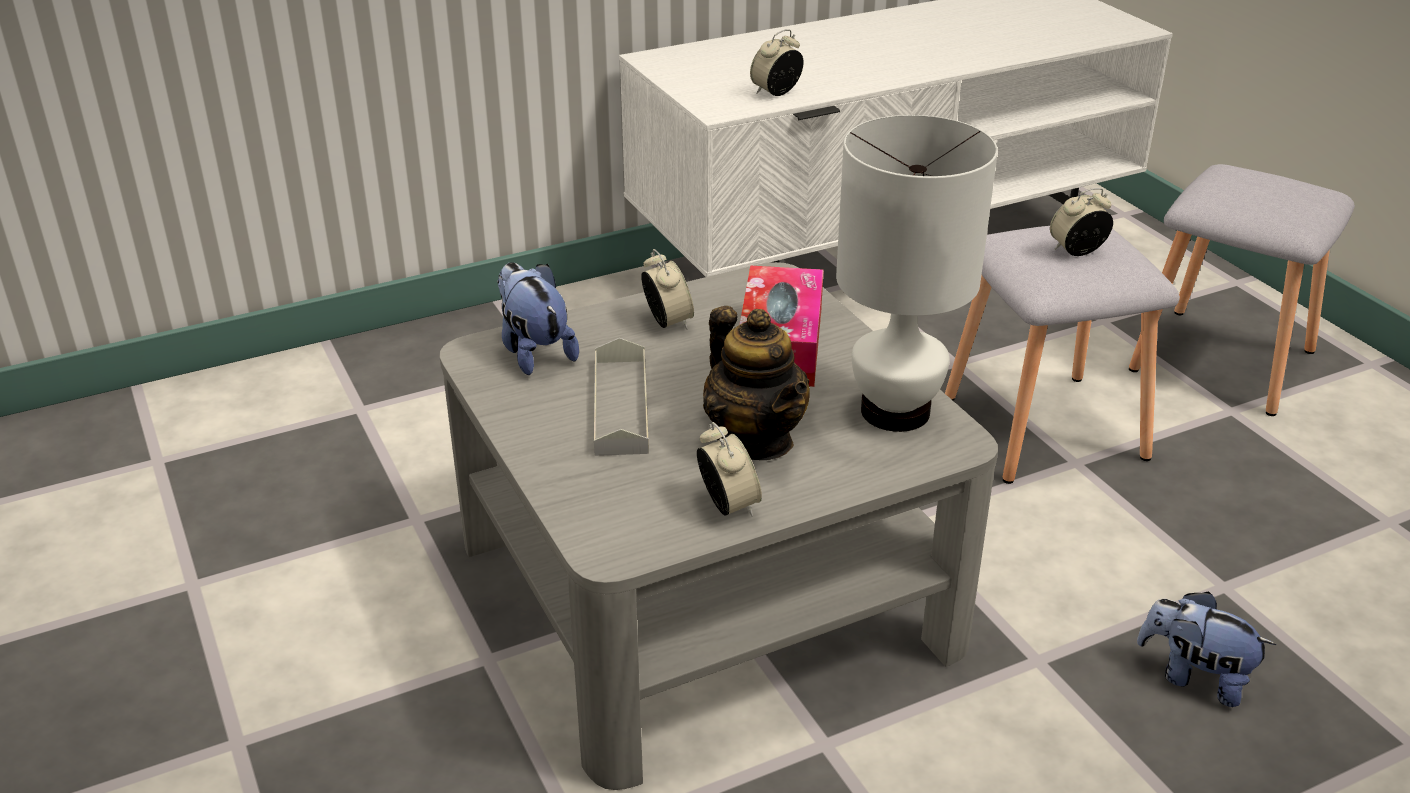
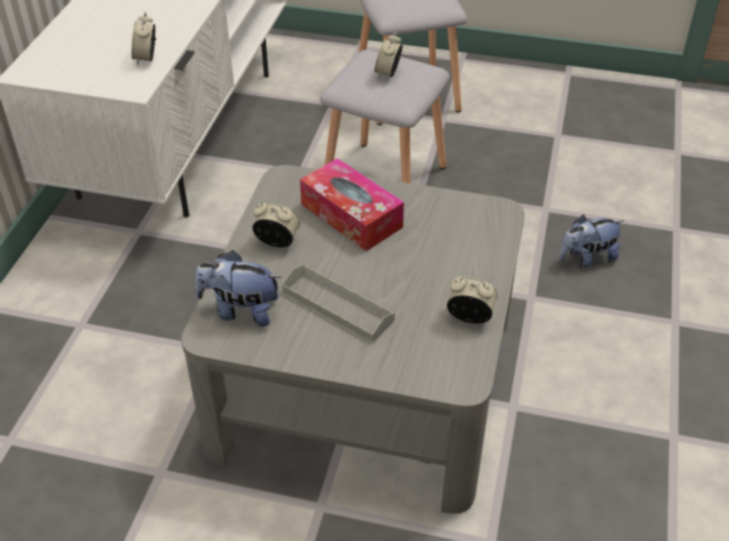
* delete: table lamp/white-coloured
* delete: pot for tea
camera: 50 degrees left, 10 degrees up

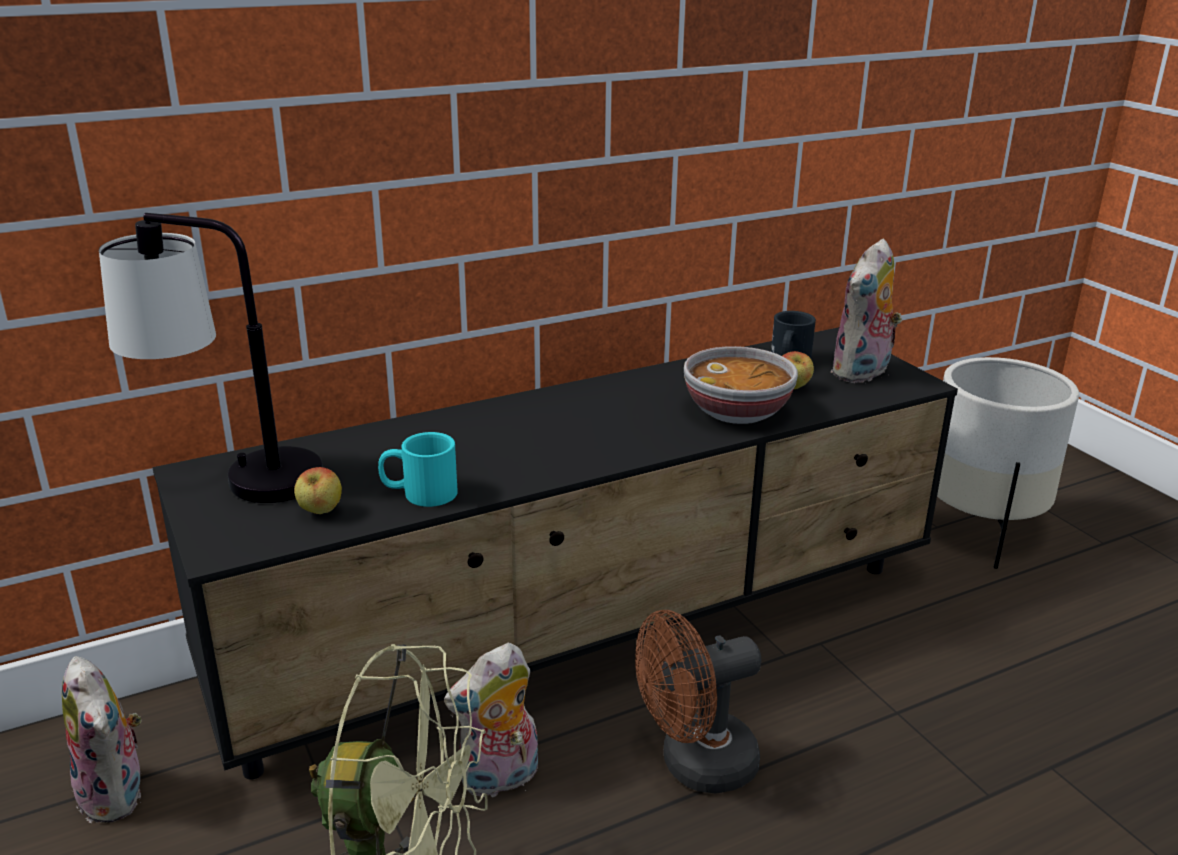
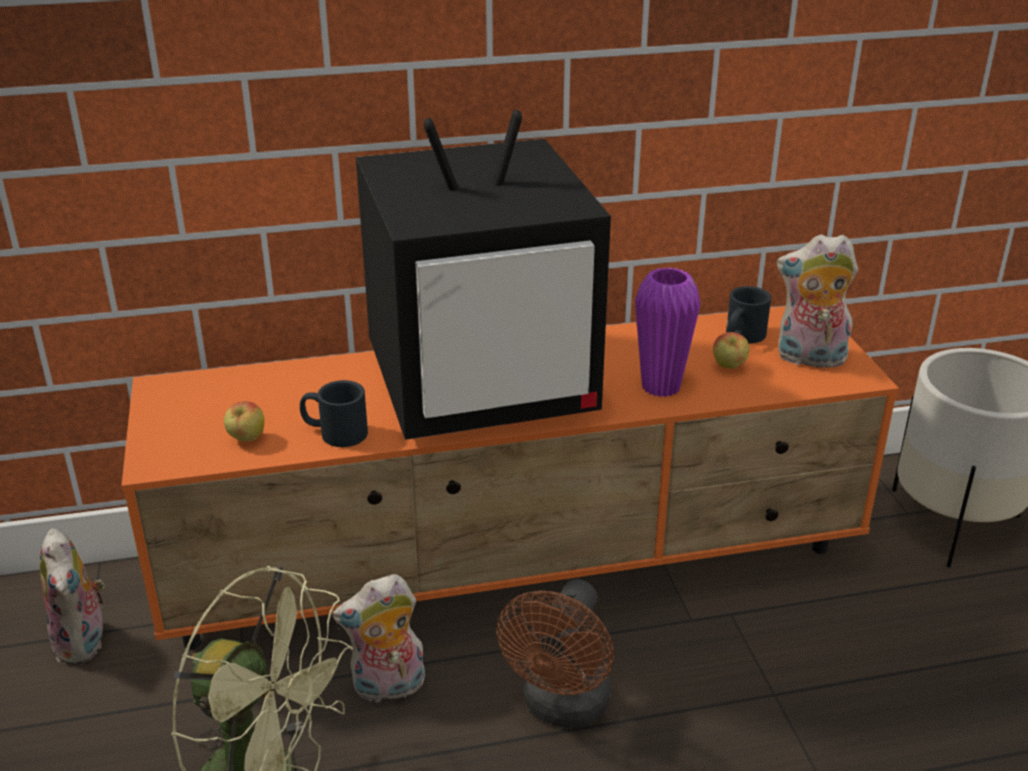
* delete: table lamp
* rotate: plush toy (3rd from left) 45 degrees clockwise
* recolor: media console/blackish to media console/orange-coloured
* replace: serving bowl to decorative vase/purple
* recolor: mug/turquoise to mug/blackish (1st from left)
* rotate: cooling fan/brown-coloured 60 degrees counterclockwise
* insert: TV set
camera: 15 degrees right, 5 degrees up

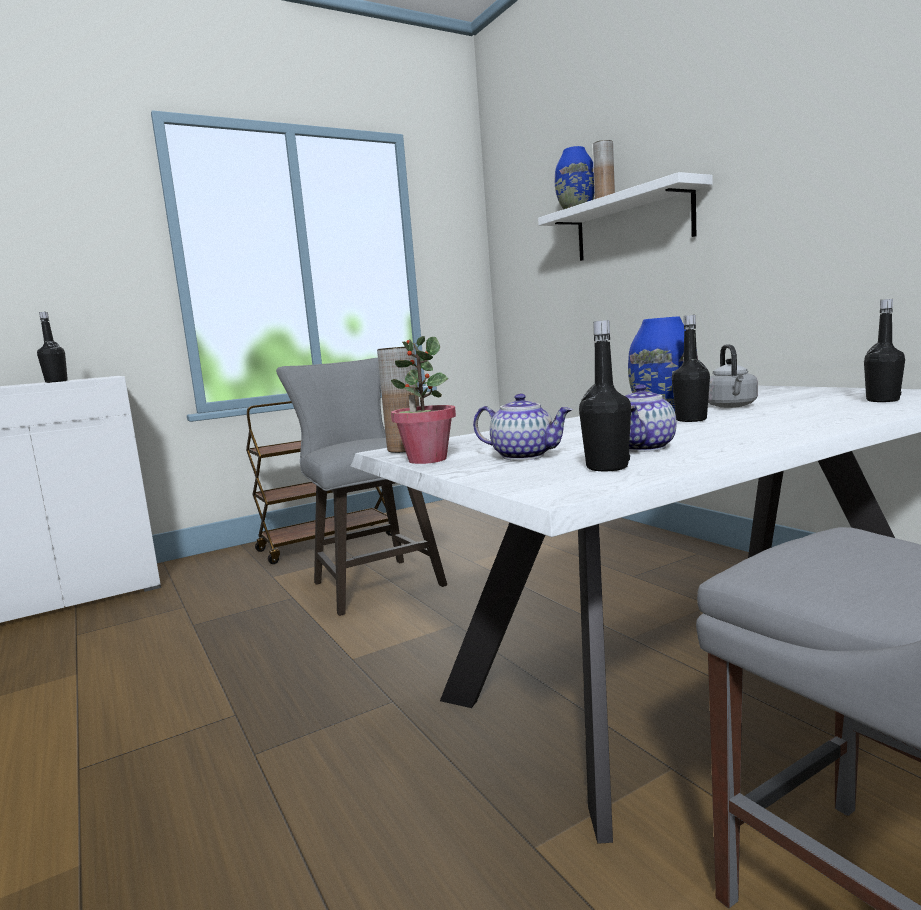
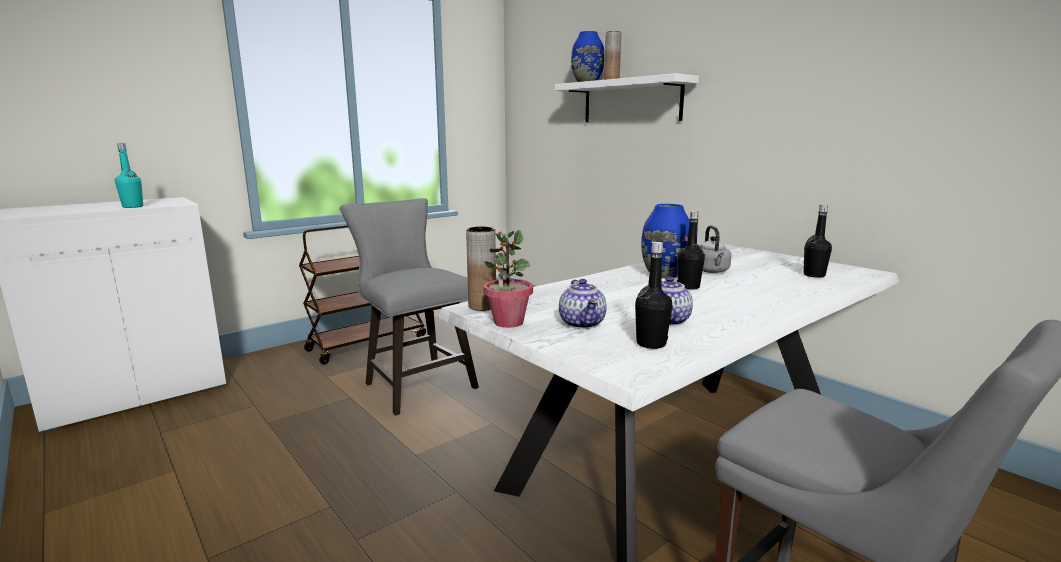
* recolor: drink bottle/blackish (1st from left) to drink bottle/turquoise
* rotate: pot for tea (1st from left) 60 degrees clockwise
camera: 10 degrees left, 5 degrees up

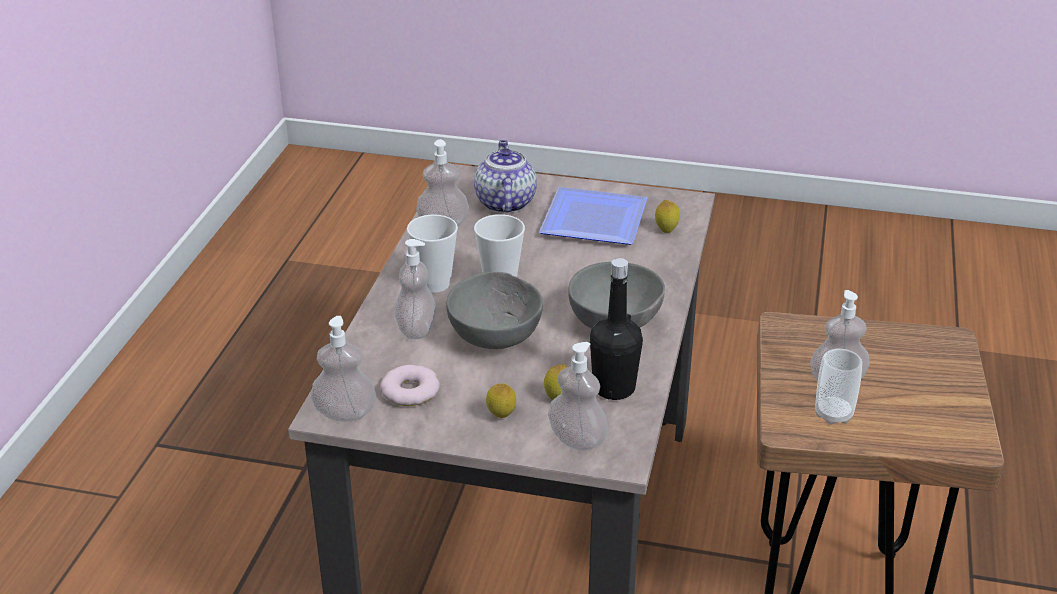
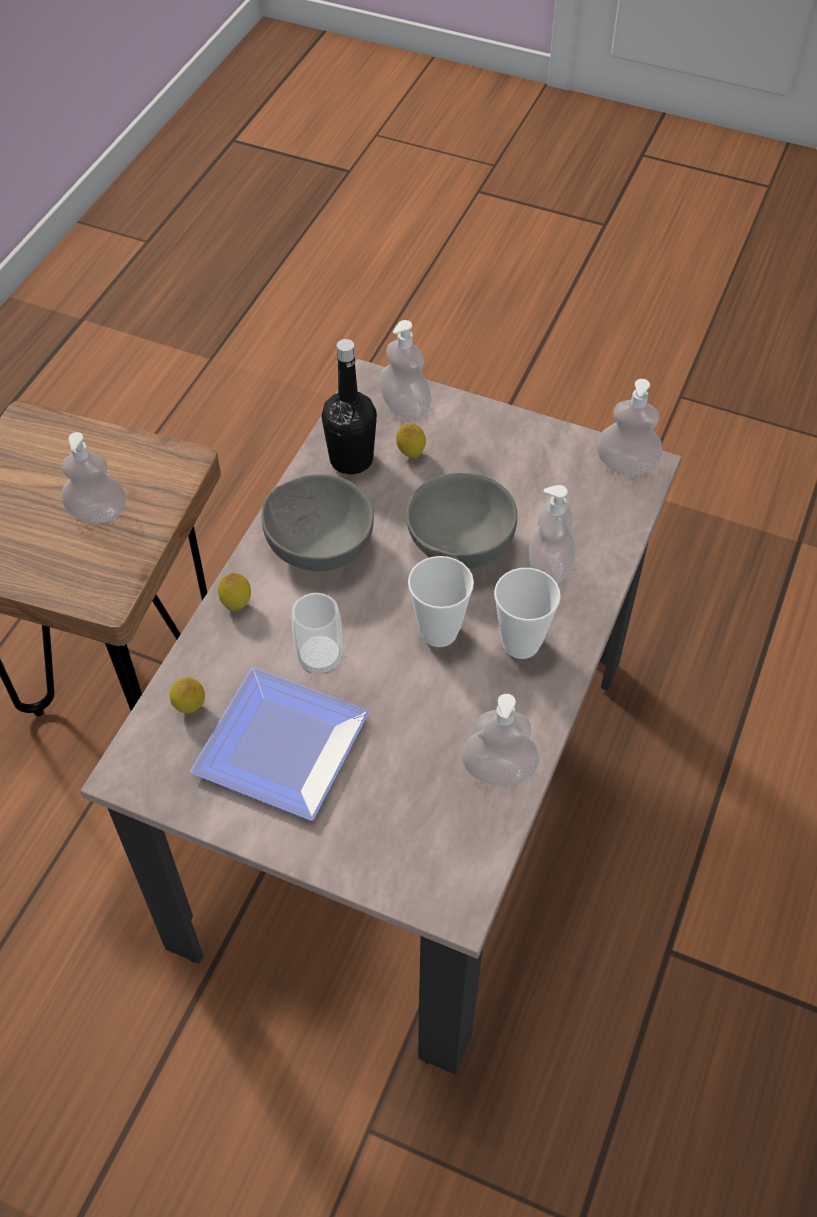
* delete: pot for tea
* move: small cup (3rd from left in the first image) to small cup (1st from left)
* delete: ring doughnut
* move: whole lemon (1st from left in the first image) to whole lemon (2nd from left)
camera: 170 degrees left, 20 degrees up

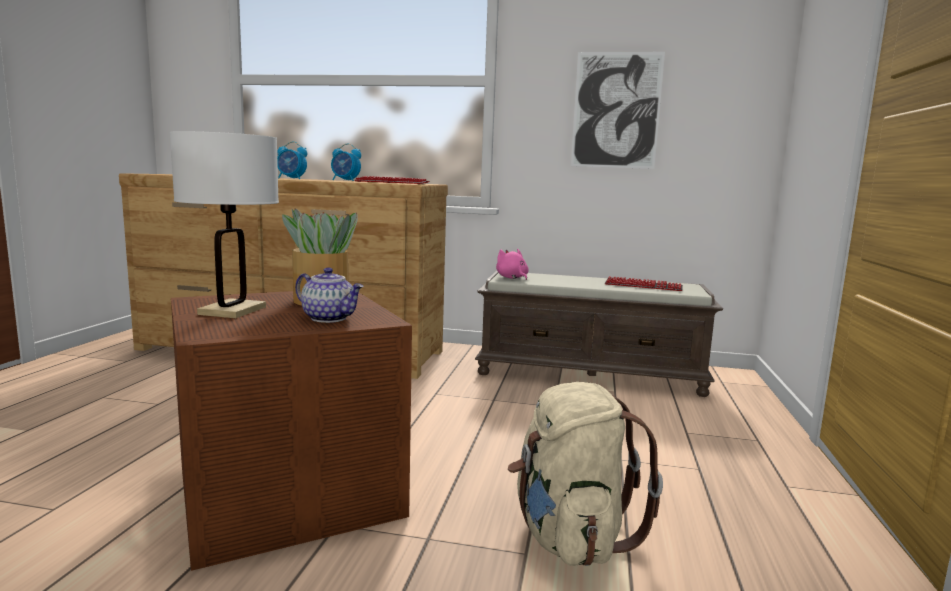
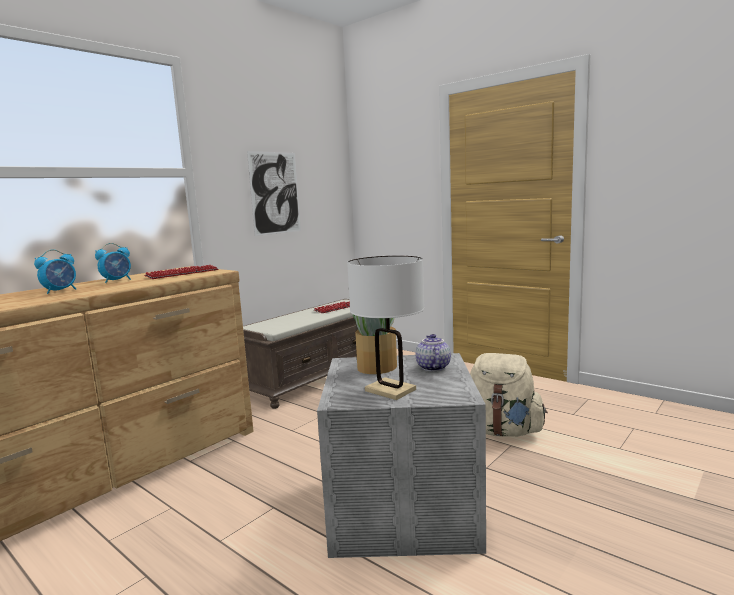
* delete: plush toy/pinkish
* rotate: pot for tea 60 degrees counterclockwise
* recolor: storage bin/brown-coloured to storage bin/greyish
camera: 60 degrees left, 0 degrees up

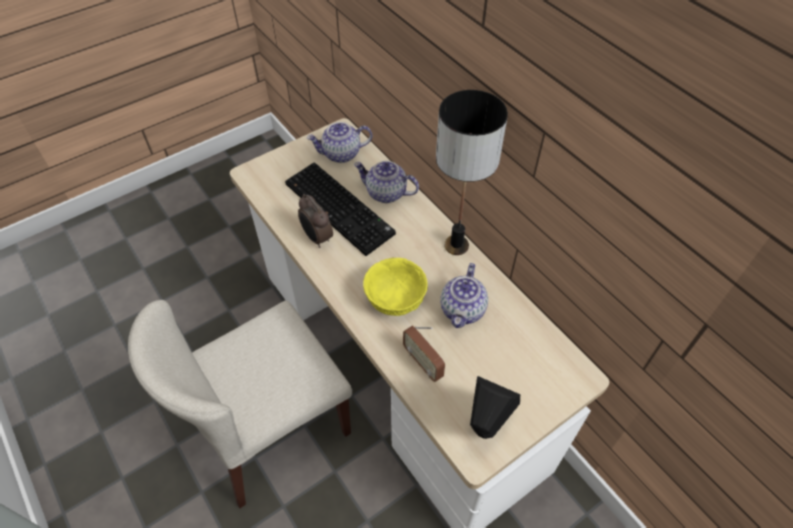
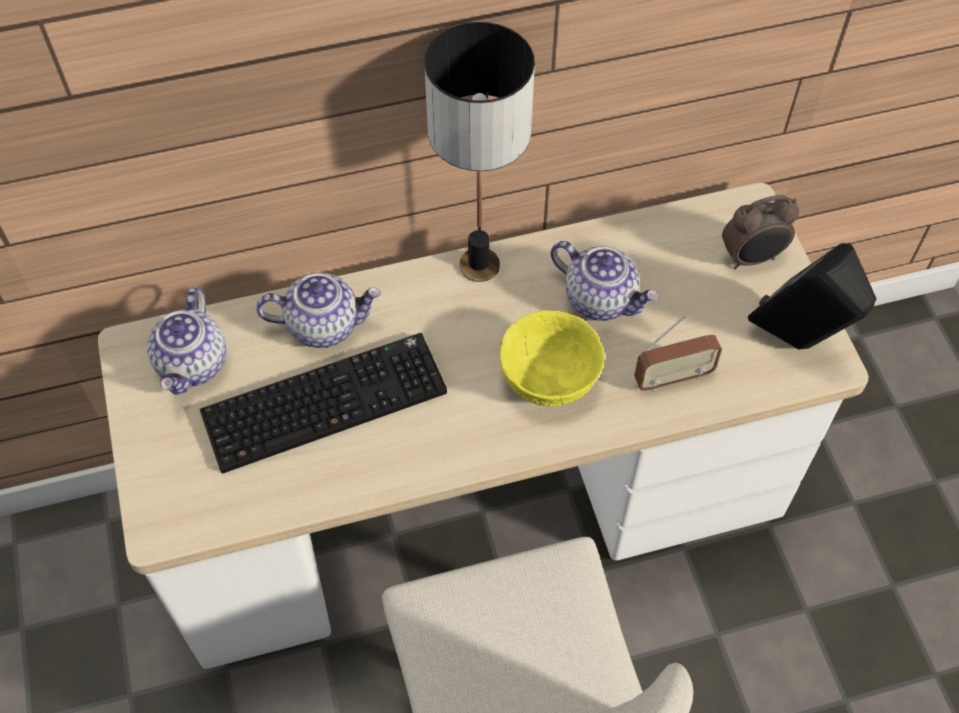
* rotate: pot for tea (2nd from left) 135 degrees counterclockwise
* move: alarm clock
camera: 70 degrees left, 5 degrees up

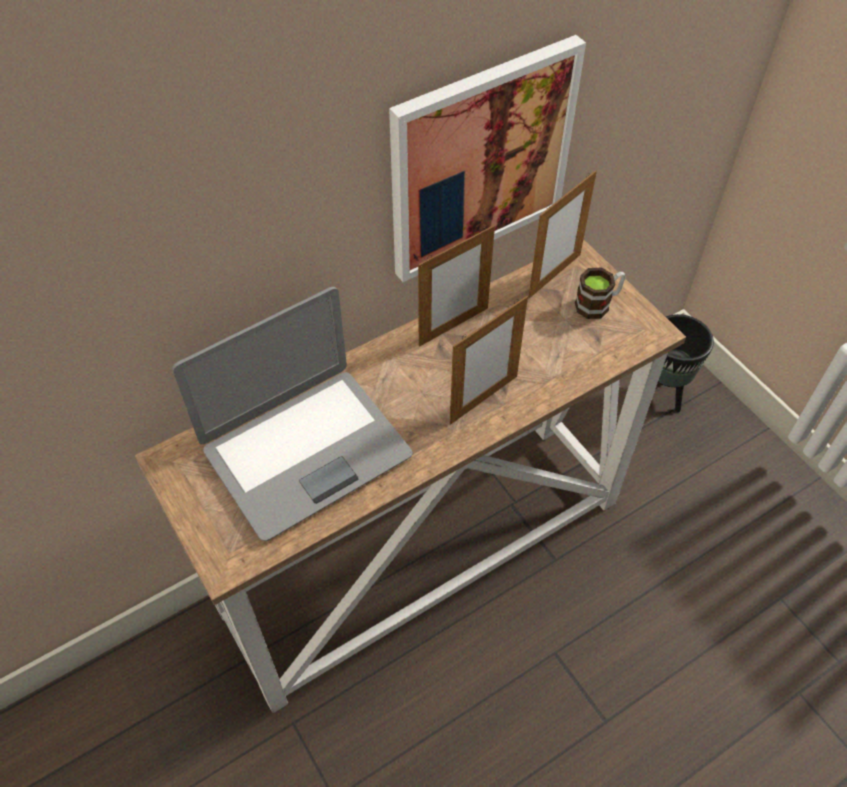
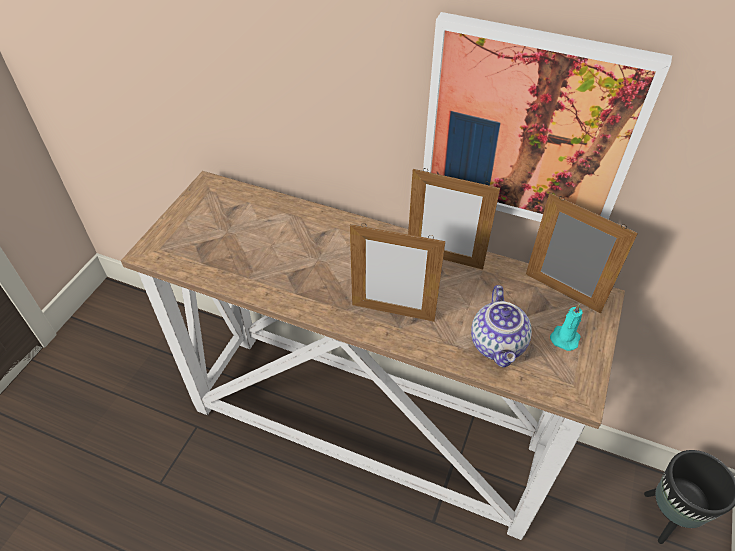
* rotate: picture frame (3rd from left) 150 degrees counterclockwise
* replace: mug to wax candle/turquoise
* delete: notebook computer
* insert: pot for tea
camera: 55 degrees right, 5 degrees down

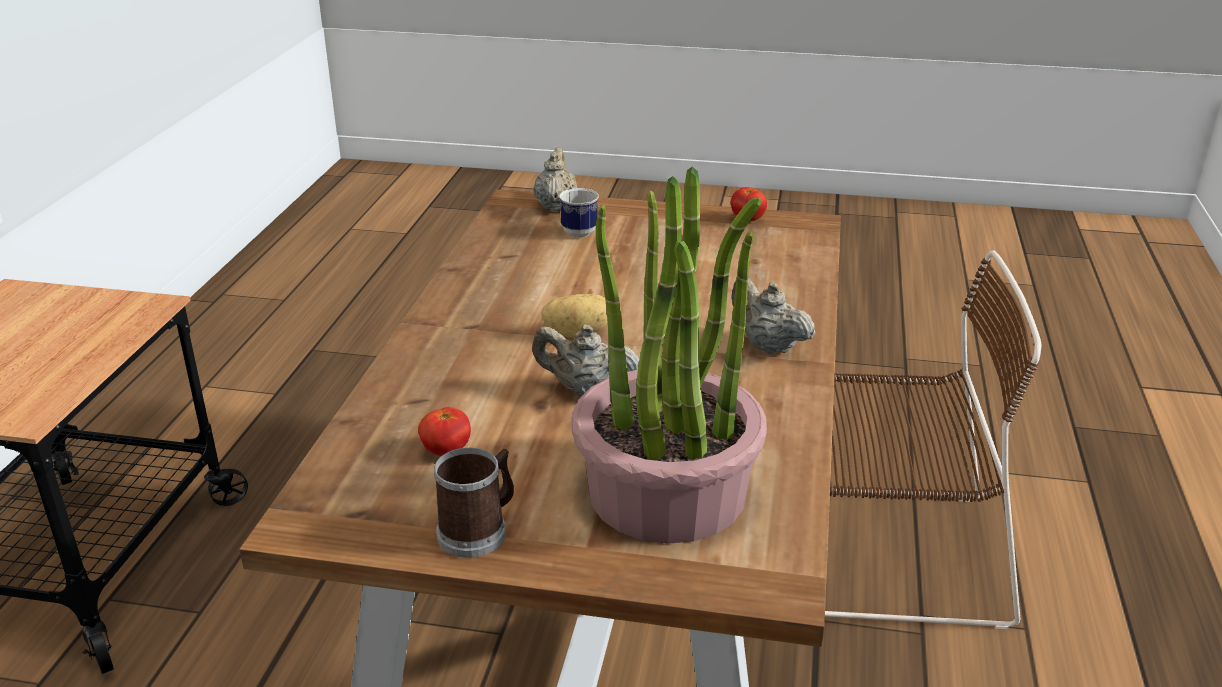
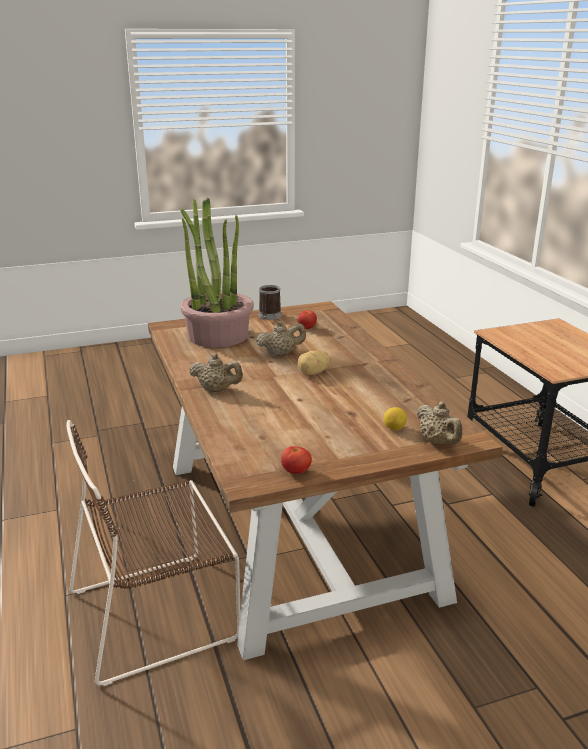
* replace: mug (2nd from left) to whole lemon
camera: 150 degrees right, 5 degrees down

